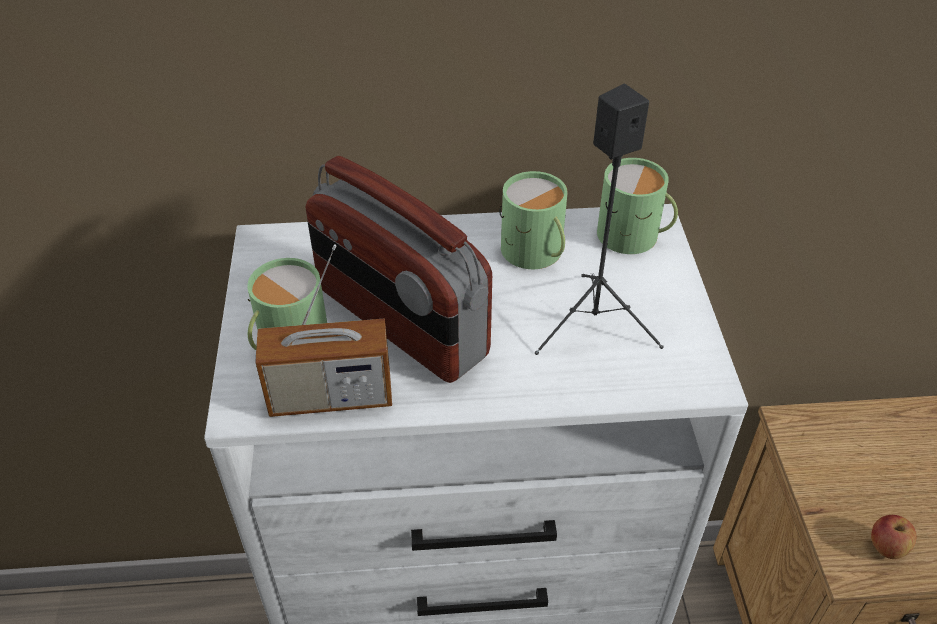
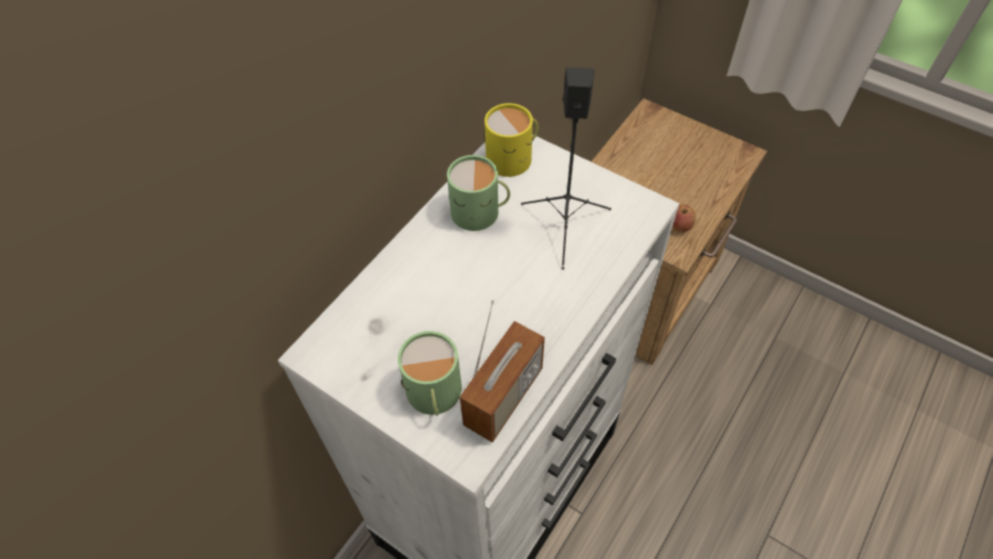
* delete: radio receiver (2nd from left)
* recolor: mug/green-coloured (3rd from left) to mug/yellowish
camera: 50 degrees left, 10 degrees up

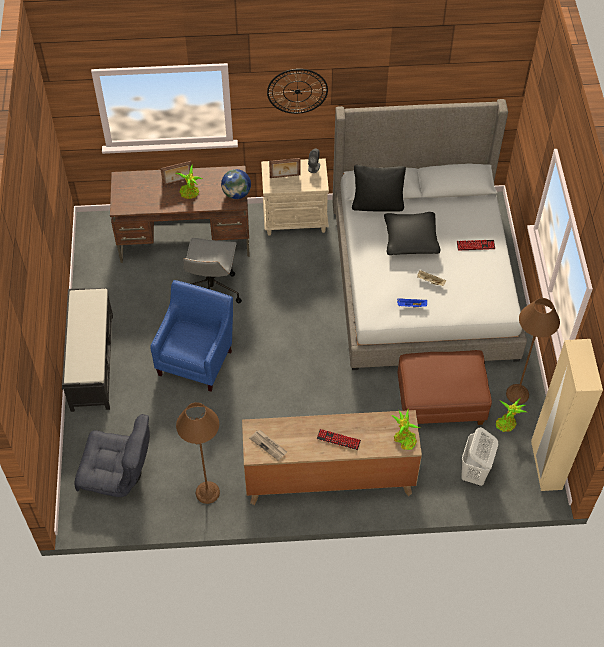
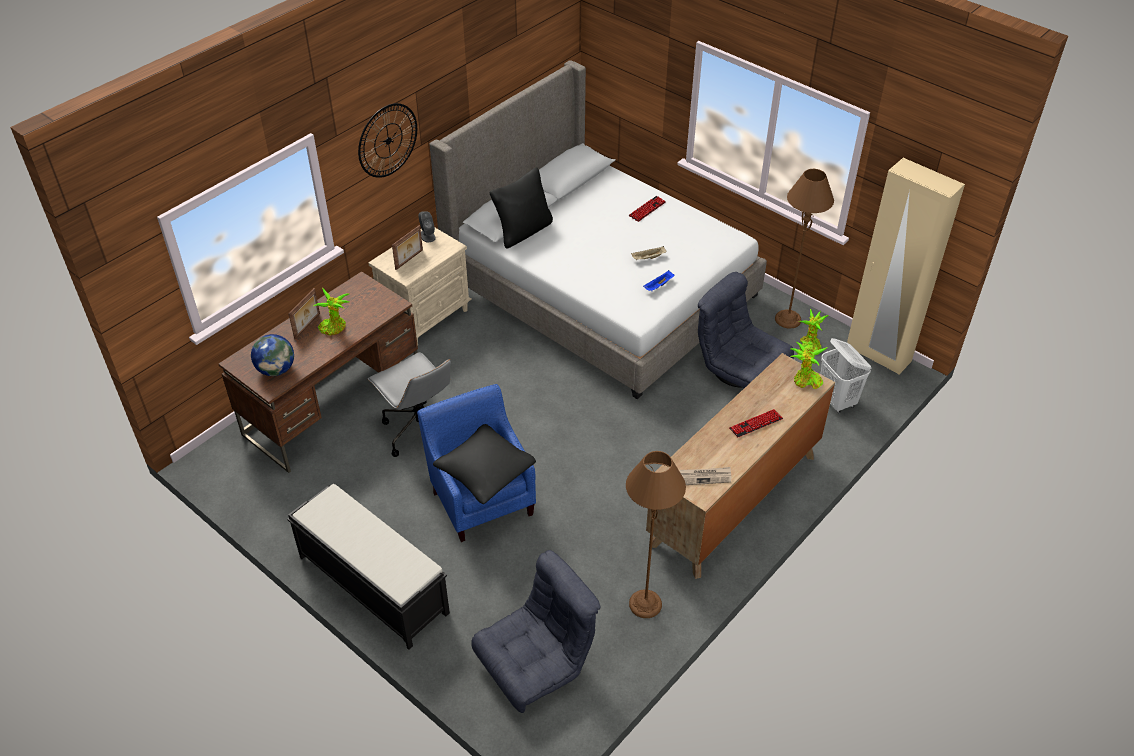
* move: world globe
* move: cushion/blackish (2nd from left in the first image) to cushion/blackish (1st from left)
* replace: ottoman/brown-coloured to lounge chair/greyish (2nd from left)
camera: 45 degrees left, 10 degrees down

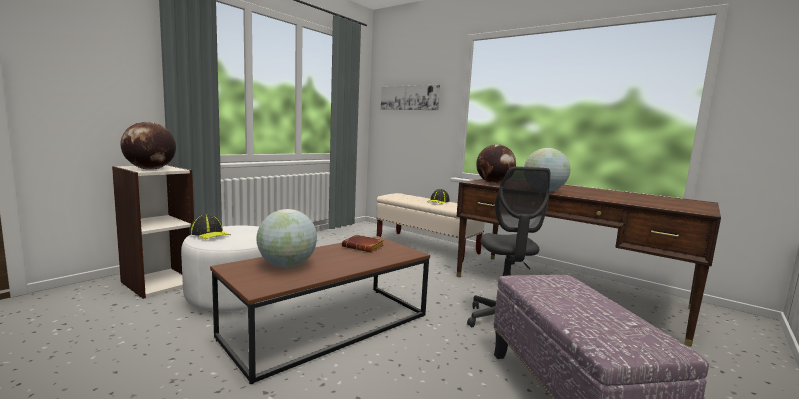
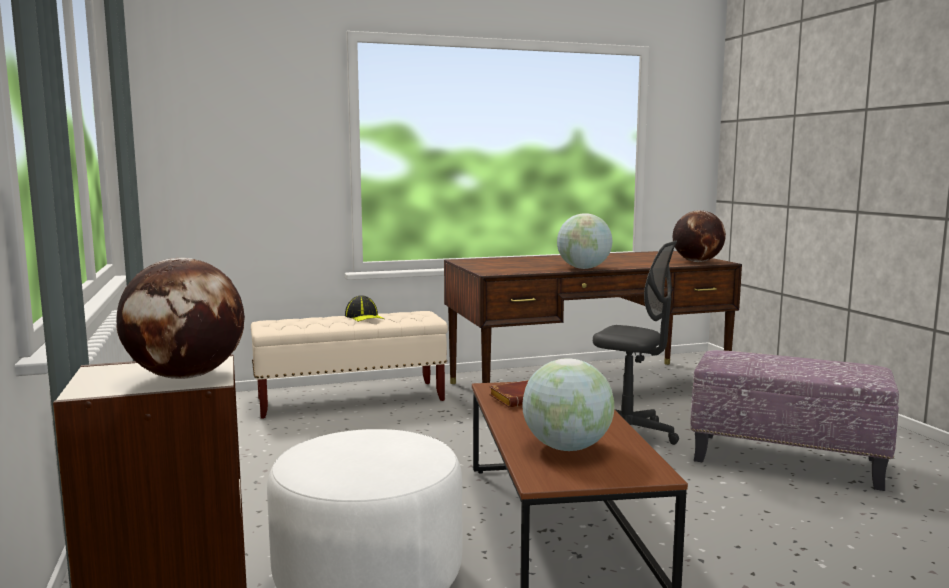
* delete: wall art
* move: world globe (3rd from left in the first image) to world globe (4th from left)
* delete: baseball cap (1st from left)
camera: 55 degrees left, 0 degrees up

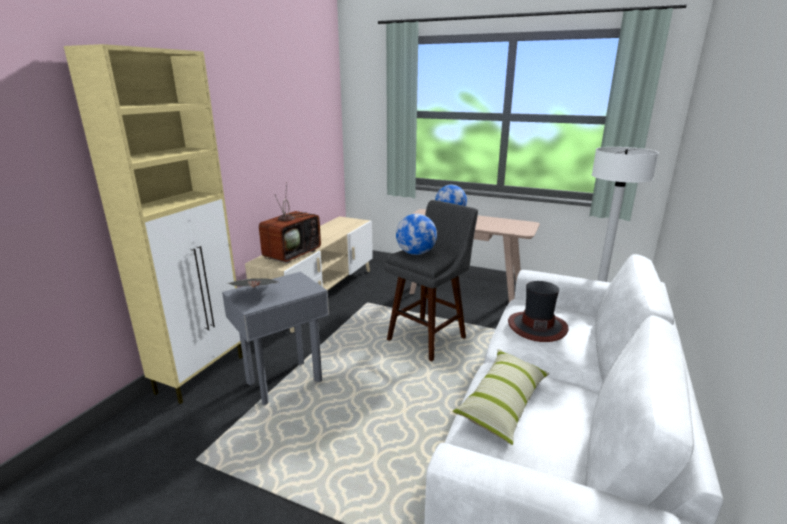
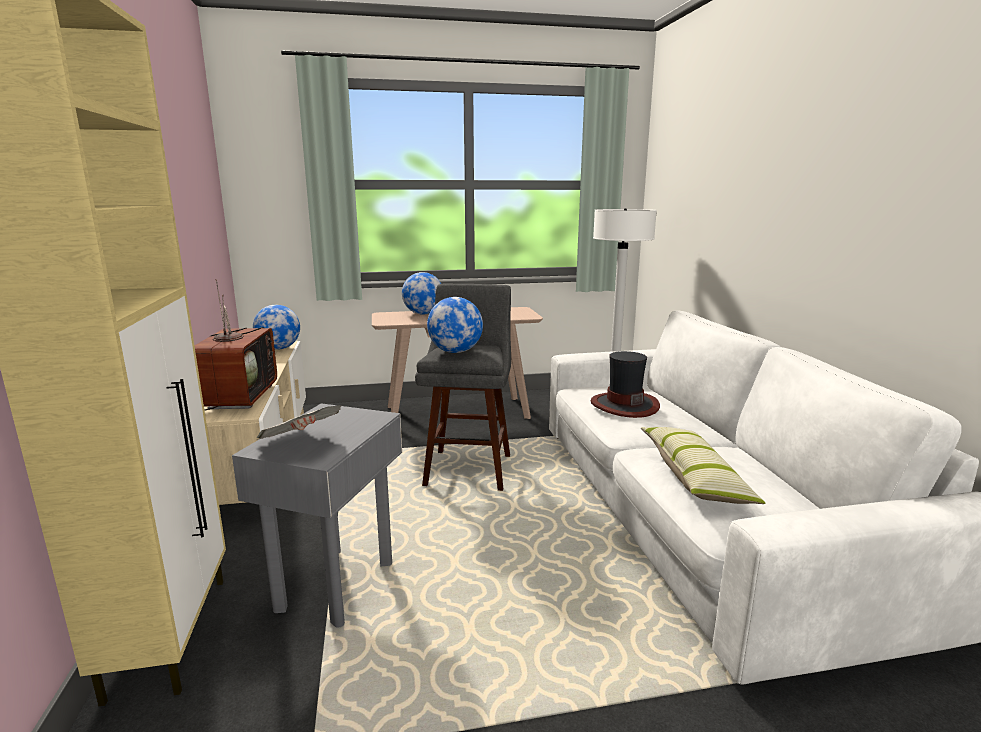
* insert: world globe (1st from left)
camera: 35 degrees left, 5 degrees down

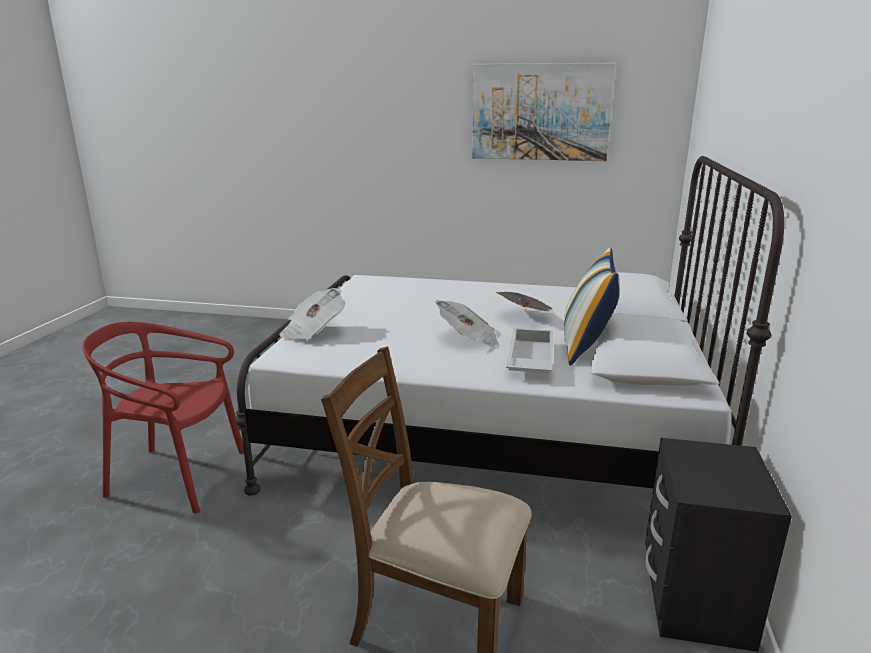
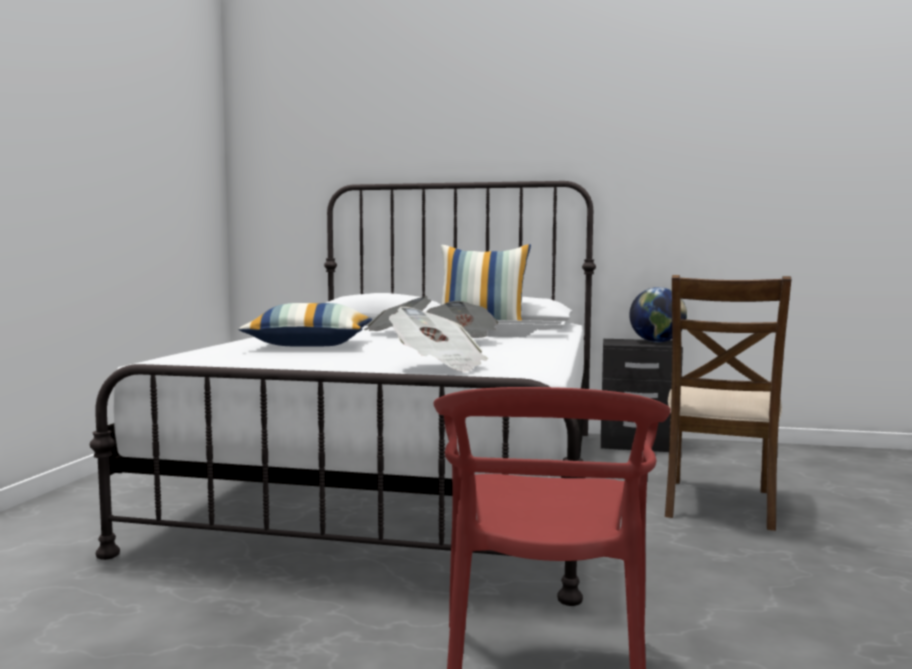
* delete: wall art
* insert: world globe
* insert: cushion (1st from left)
camera: 90 degrees left, 15 degrees down

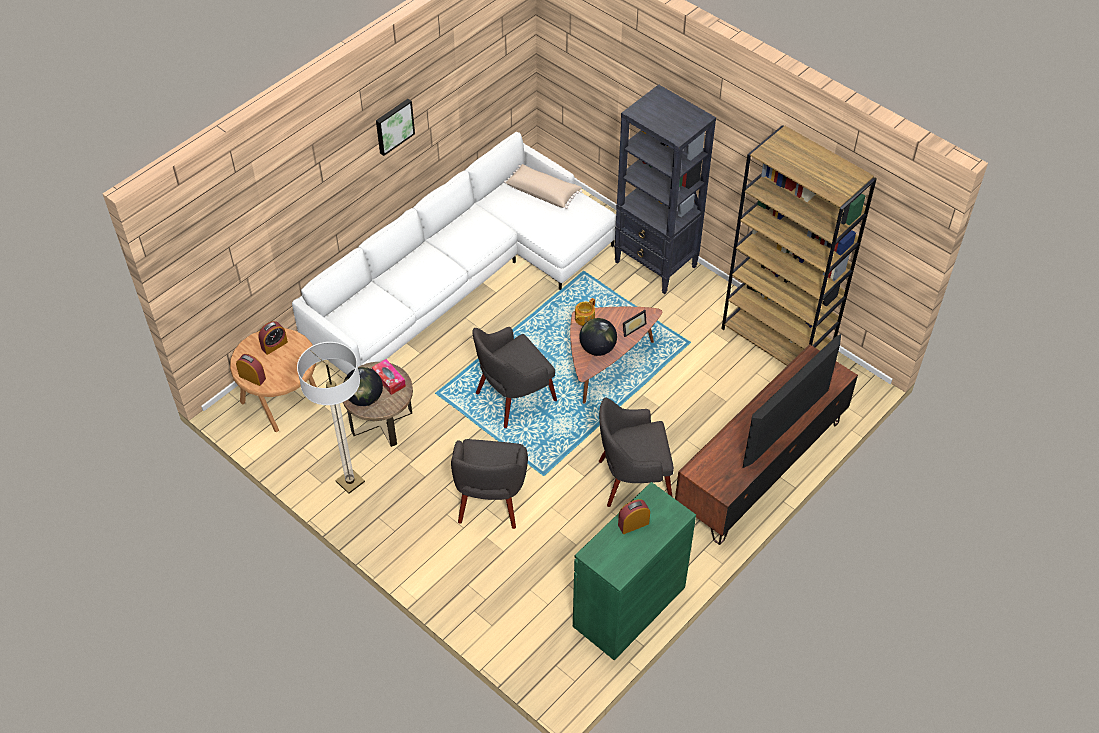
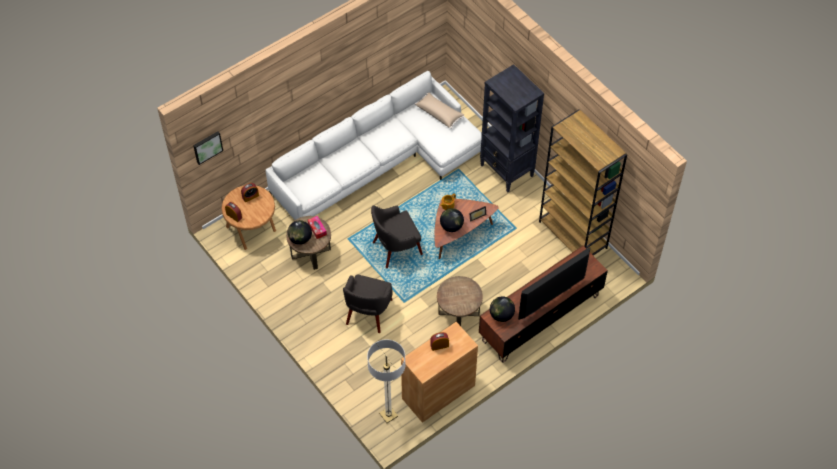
* move: wall art
* move: floor lamp
* replace: lounge chair/greyish (3rd from left) to accent table/brown-coloured (3rd from left)
* recolor: cabinet/green-coloured to cabinet/brown-coloured
* insert: world globe (3rd from left)
camera: 10 degrees right, 5 degrees up

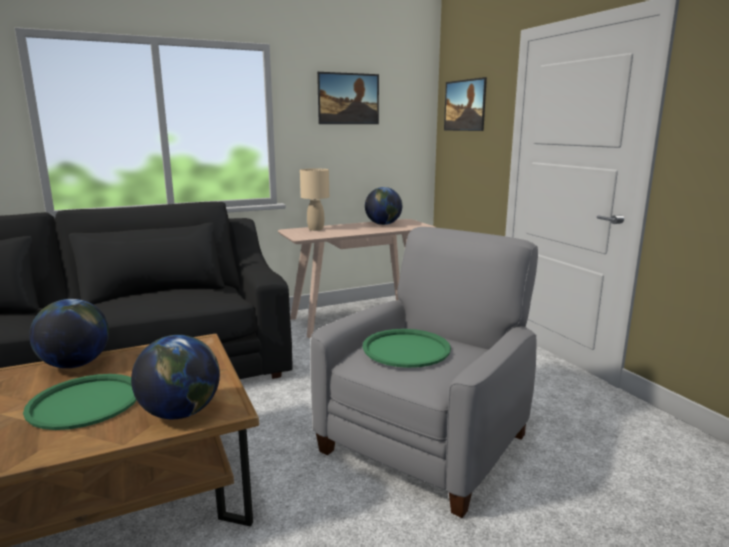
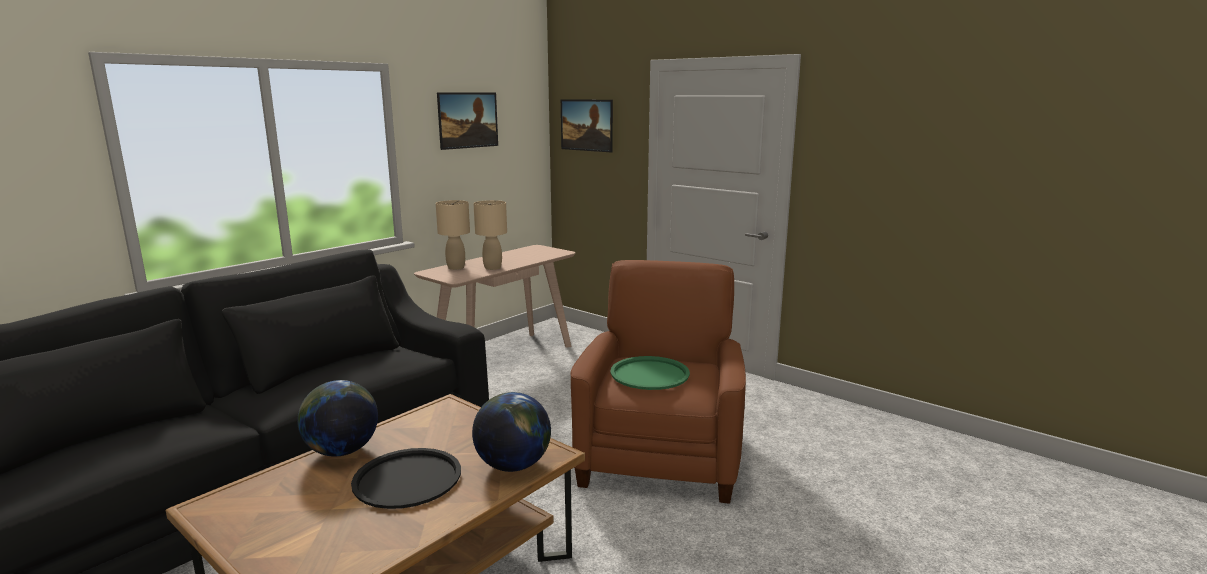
* delete: world globe (3rd from left)
* recolor: lounge chair/greyish to lounge chair/brown-coloured
* recolor: serving tray/green-coloured (1st from left) to serving tray/blackish
* insert: table lamp/beige (2nd from left)
camera: 25 degrees left, 0 degrees up

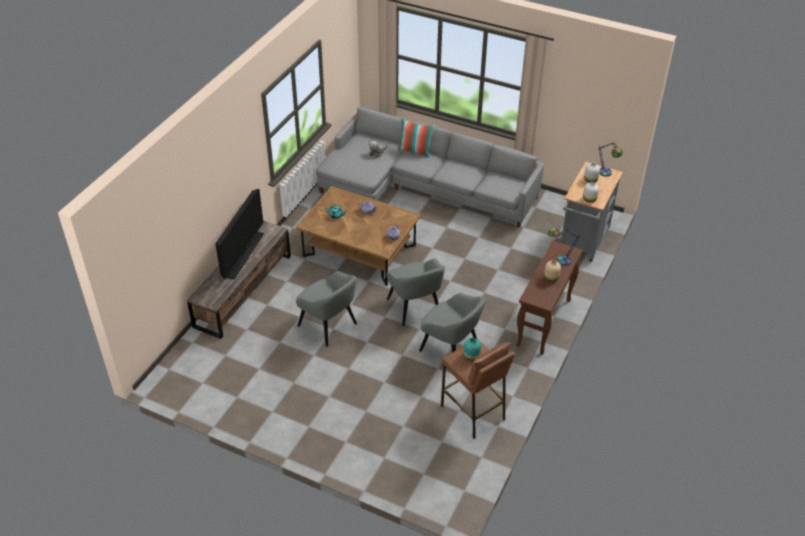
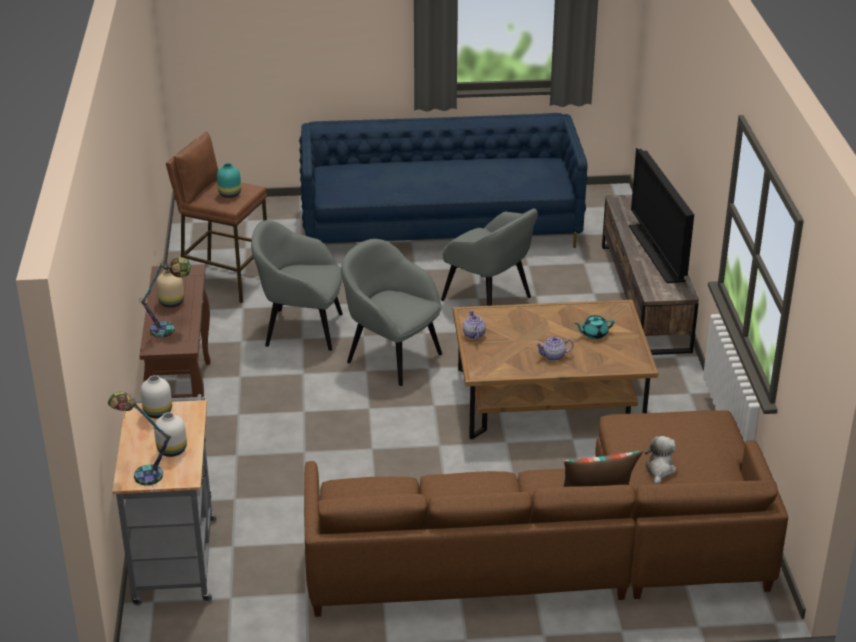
* recolor: settee/greyish to settee/brown-coloured
* rotate: lounge chair/greyish (1st from left in the first image) 150 degrees counterclockwise
* insert: settee/blue-coloured
camera: 150 degrees right, 10 degrees down

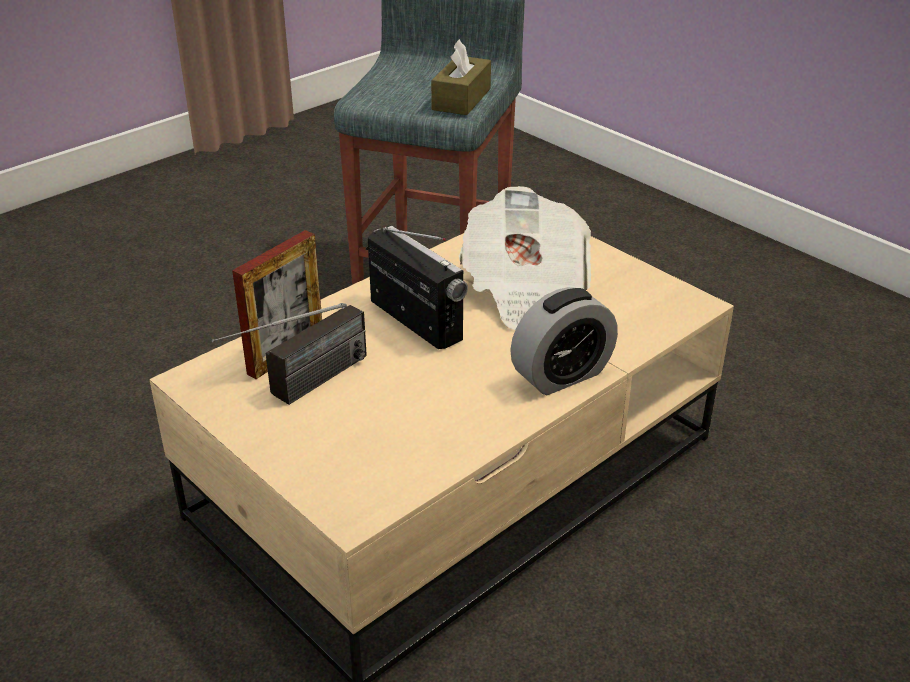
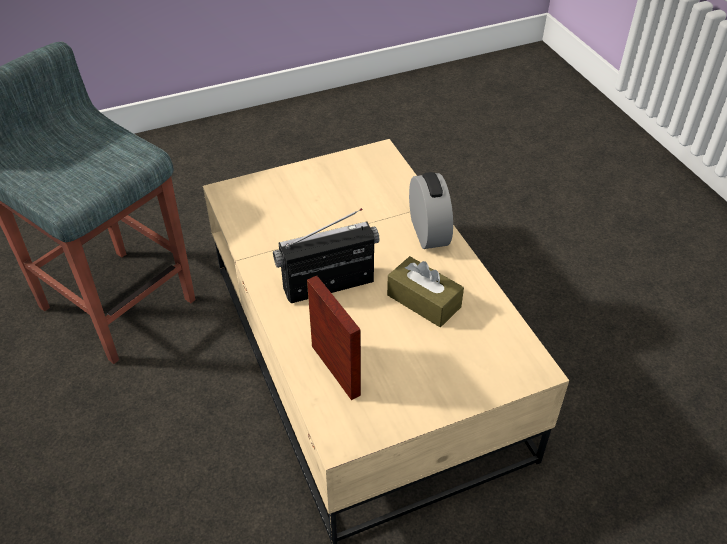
* move: tissue holder/brown-coloured
* delete: daily paper
* delete: radio receiver (1st from left)
camera: 70 degrees left, 10 degrees up

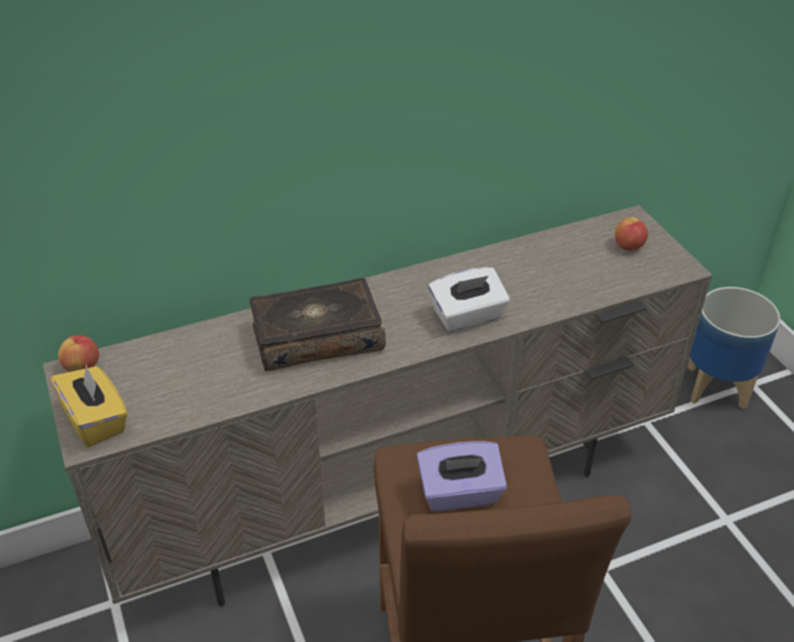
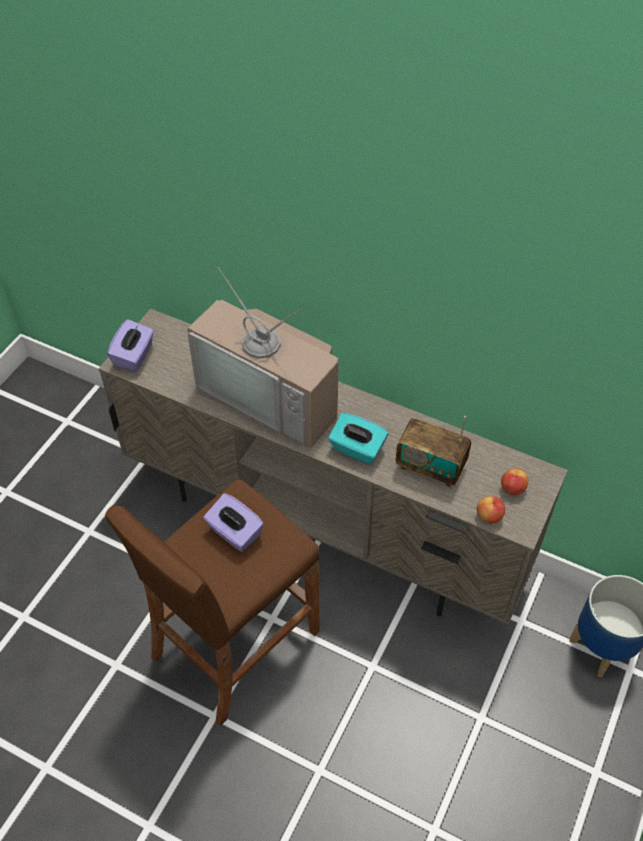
* recolor: tissue holder/white-coloured to tissue holder/turquoise
* replace: book to TV set
* move: whole apple (1st from left)
* recolor: tissue holder/yellowish to tissue holder/purple (1st from left)
* insert: radio receiver
camera: 50 degrees right, 10 degrees up

